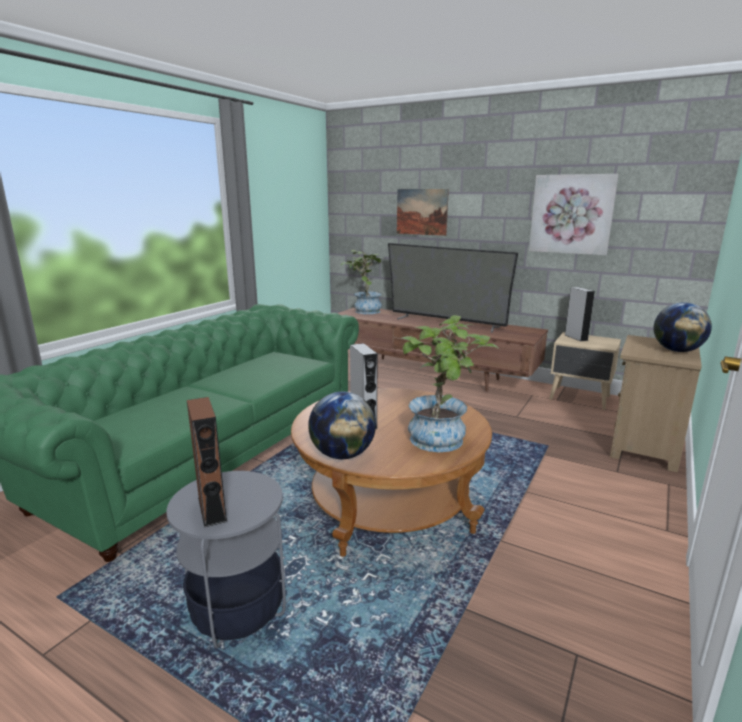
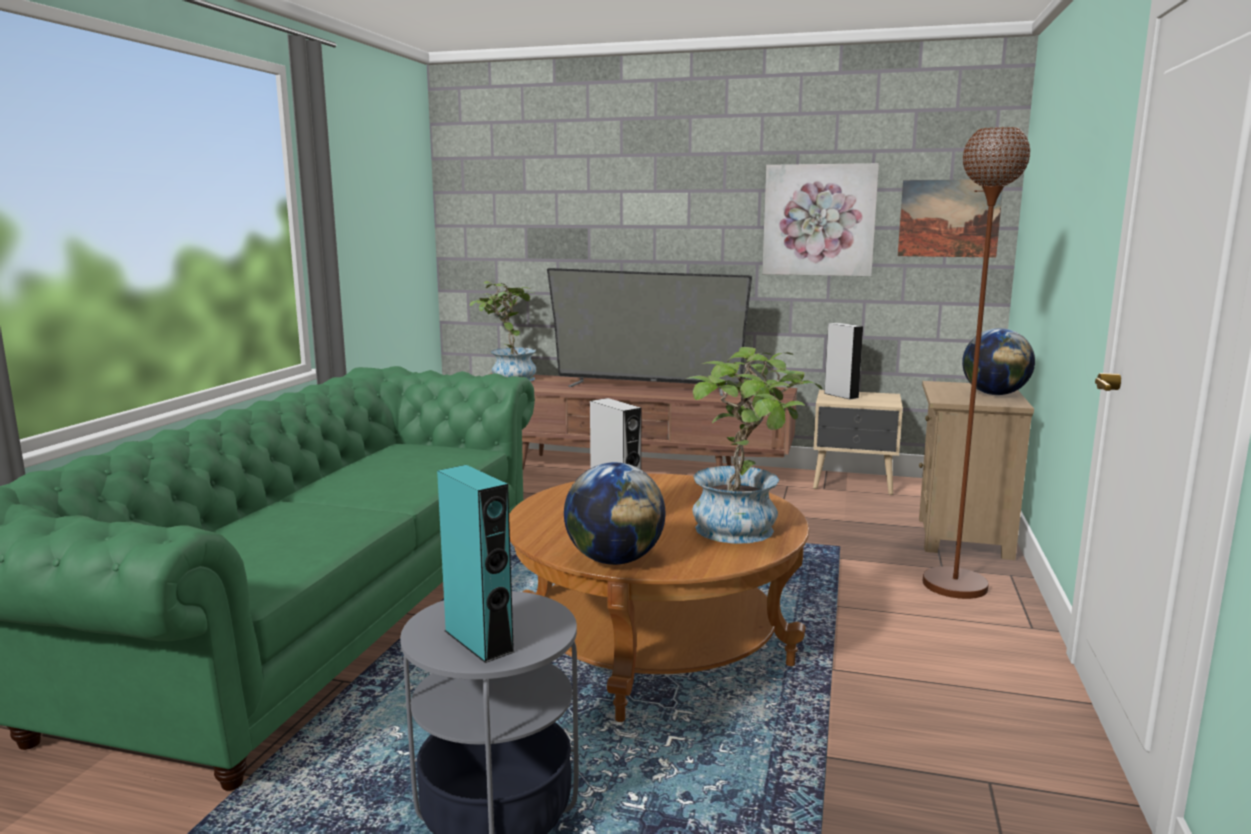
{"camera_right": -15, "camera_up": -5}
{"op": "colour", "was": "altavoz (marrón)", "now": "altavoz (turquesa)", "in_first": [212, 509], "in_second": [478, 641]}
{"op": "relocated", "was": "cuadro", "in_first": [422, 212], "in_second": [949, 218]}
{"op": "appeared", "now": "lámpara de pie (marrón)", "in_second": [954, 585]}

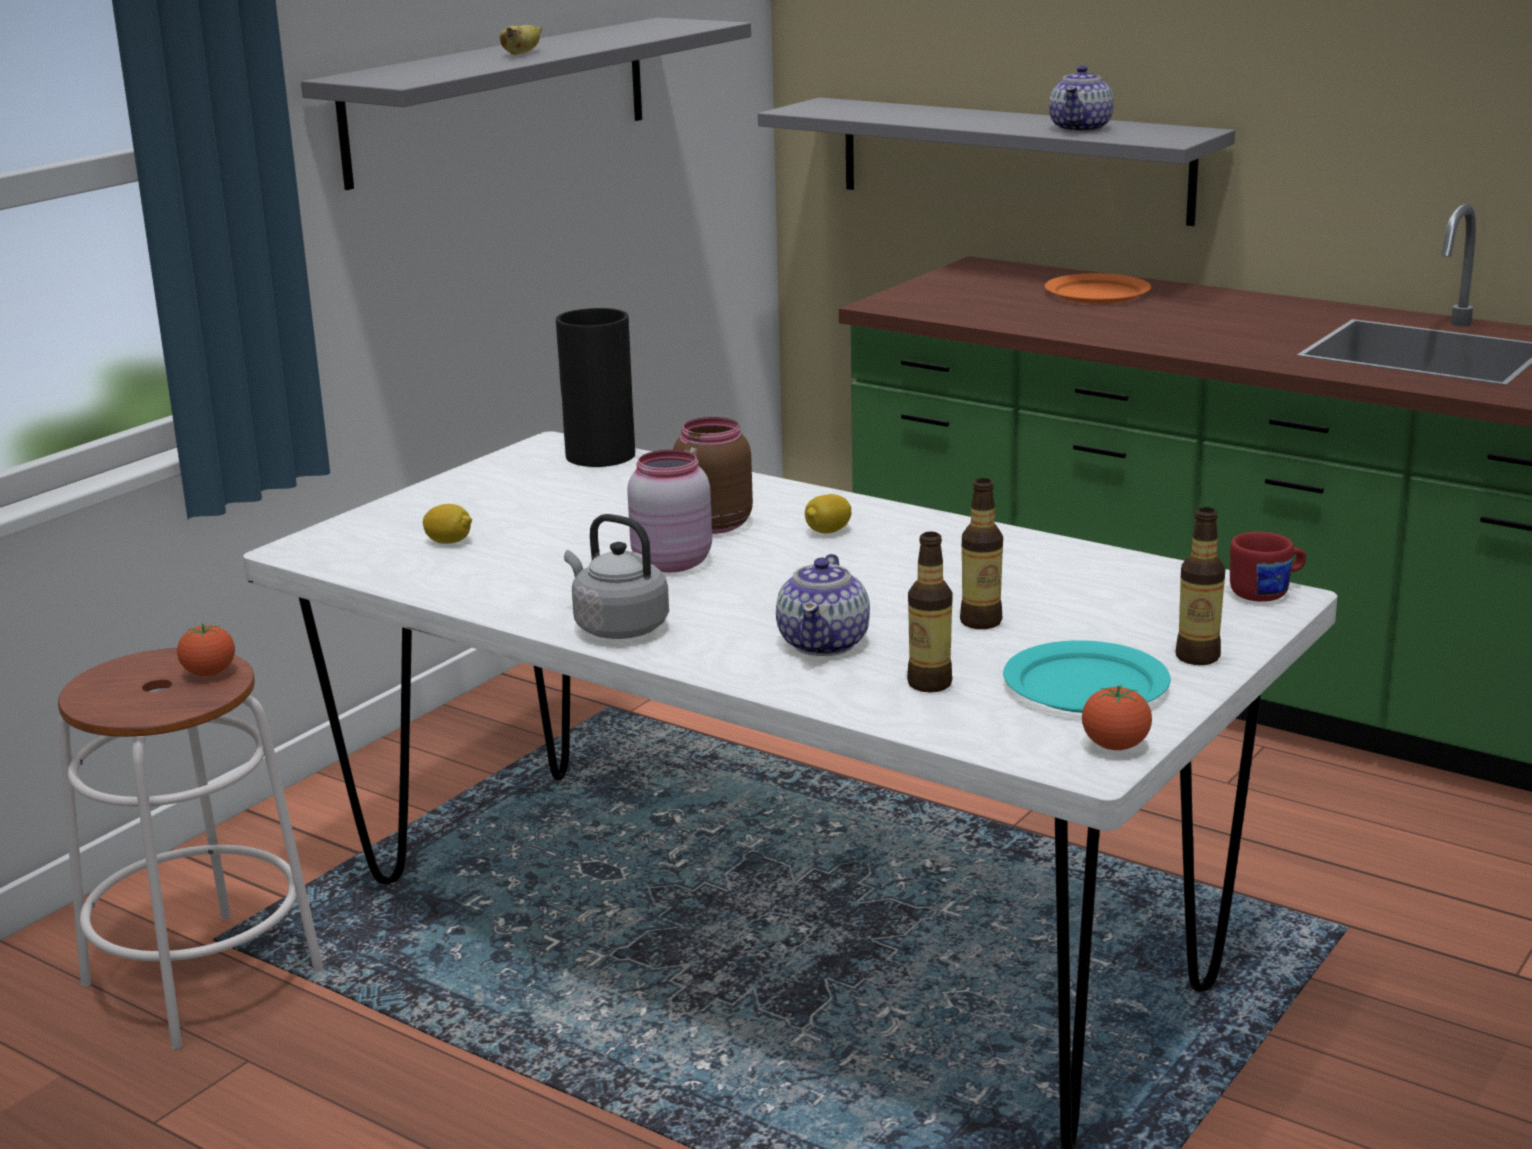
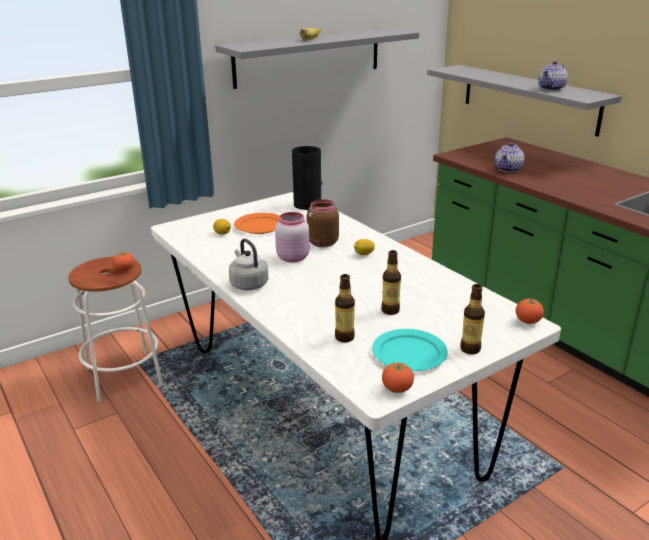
{"camera_right": 20, "camera_up": 5}
{"op": "relocated", "was": "plato (naranja)", "in_first": [1097, 293], "in_second": [260, 226]}
{"op": "relocated", "was": "tetera", "in_first": [824, 643], "in_second": [508, 169]}
{"op": "exchanged", "was": "taza grande (rojo)", "now": "tomate", "in_first": [1267, 593], "in_second": [528, 321]}

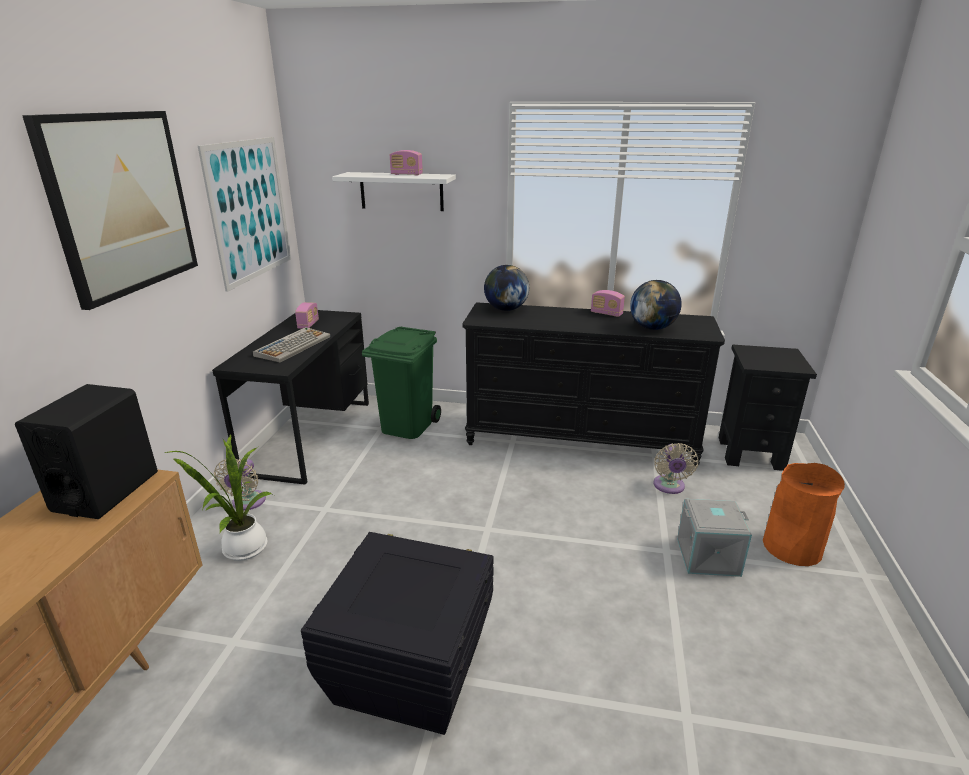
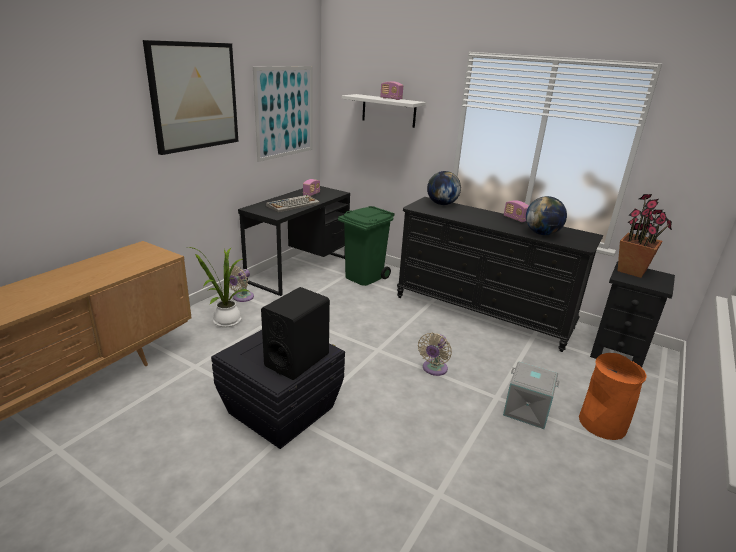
{"camera_right": 20, "camera_up": 0}
{"op": "relocated", "was": "altavoz (negro)", "in_first": [106, 491], "in_second": [297, 360]}
{"op": "relocated", "was": "ventilador (beis)", "in_first": [669, 487], "in_second": [433, 369]}
{"op": "appeared", "now": "planta en maceta", "in_second": [632, 271]}

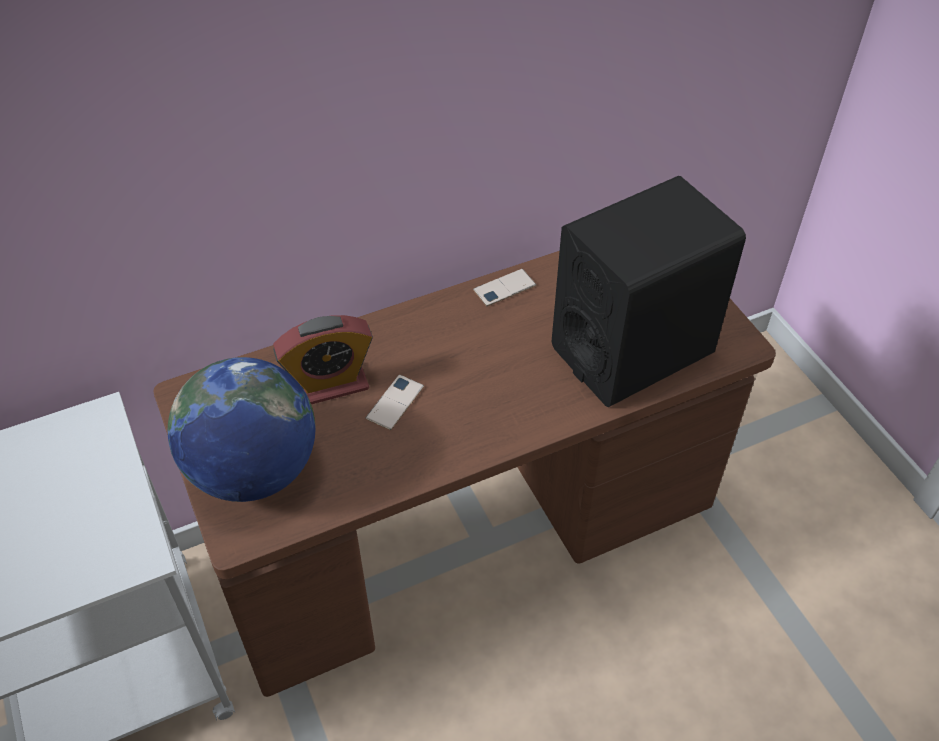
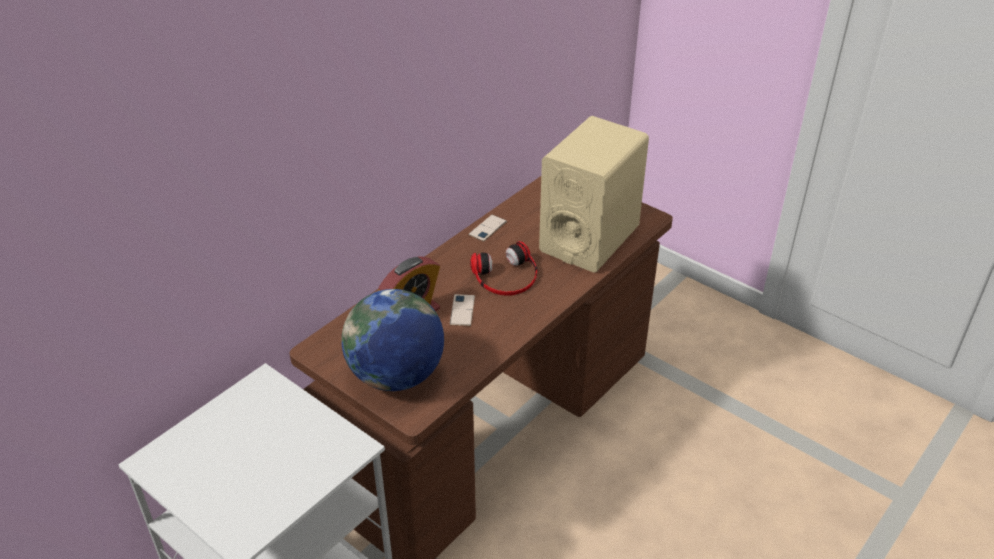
{"camera_right": -25, "camera_up": -10}
{"op": "appeared", "now": "auriculares", "in_second": [506, 277]}
{"op": "colour", "was": "altavoz (negro)", "now": "altavoz (beis)", "in_first": [632, 350], "in_second": [589, 239]}

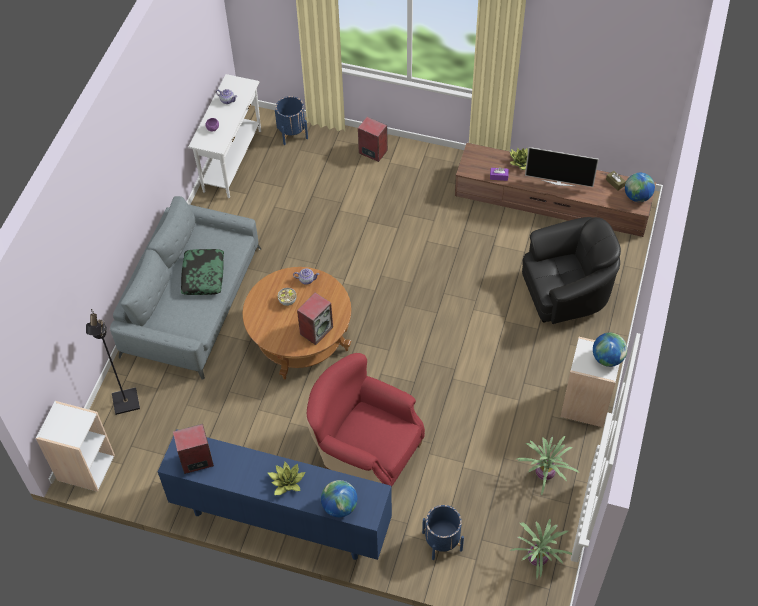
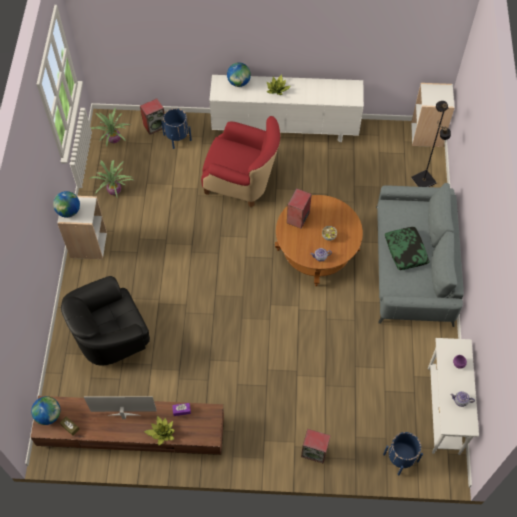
{"camera_right": 165, "camera_up": 5}
{"op": "relocated", "was": "altavoz", "in_first": [196, 460], "in_second": [155, 125]}
{"op": "colour", "was": "armario (azul)", "now": "armario (blanco)", "in_first": [280, 520], "in_second": [285, 129]}

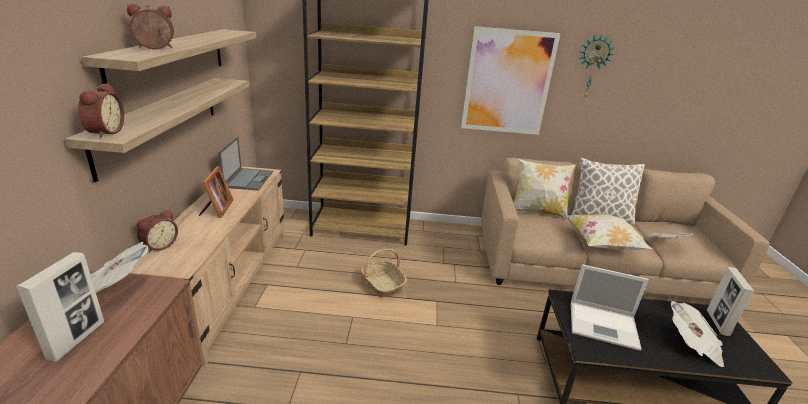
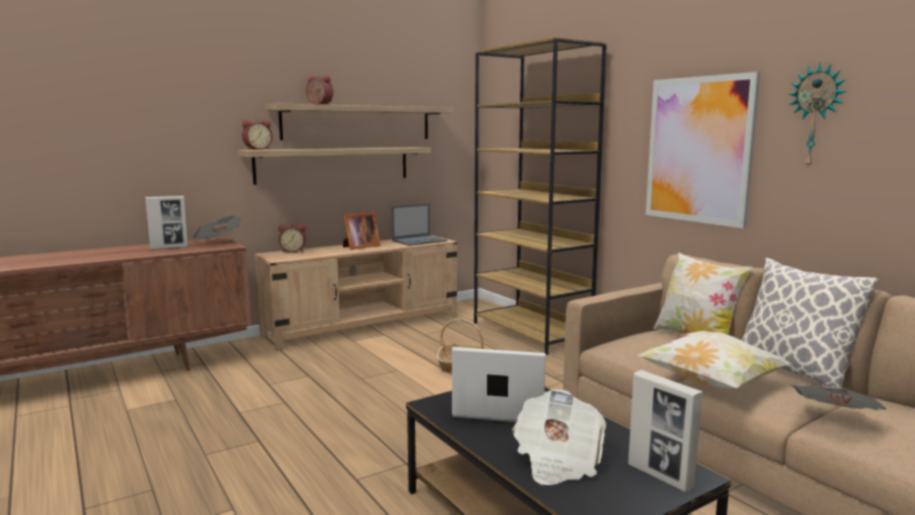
{"camera_right": 55, "camera_up": -15}
{"op": "spun", "was": "portátil", "in_first": [604, 325], "in_second": [499, 407], "clockwise": 120}
{"op": "spun", "was": "portarretratos", "in_first": [717, 323], "in_second": [660, 476], "clockwise": -105}

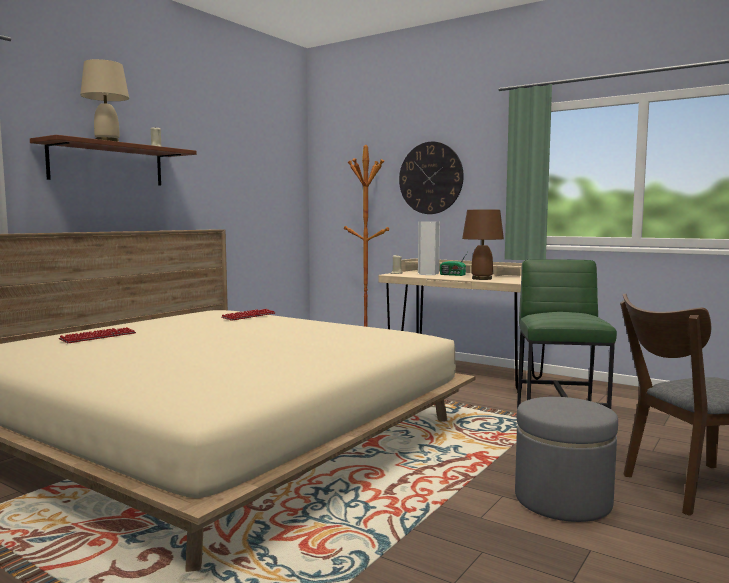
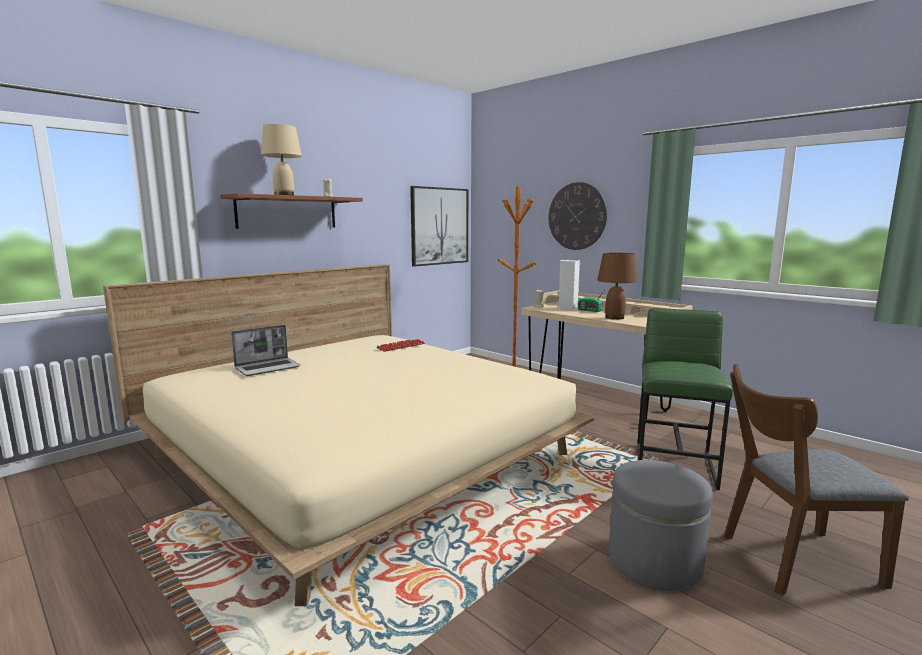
{"camera_right": 10, "camera_up": 5}
{"op": "exchanged", "was": "teclado", "now": "portátil", "in_first": [98, 337], "in_second": [268, 368]}
{"op": "appeared", "now": "cuadro", "in_second": [439, 226]}

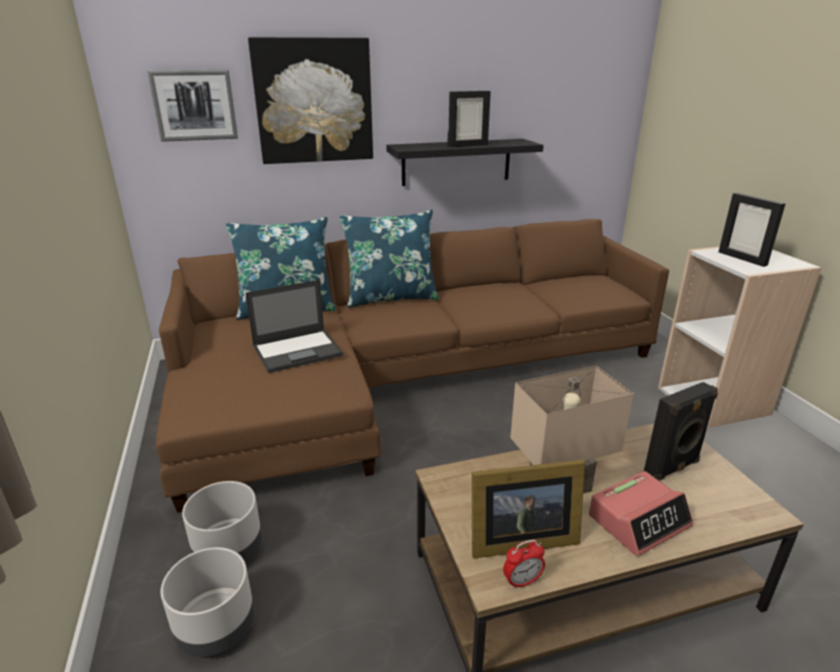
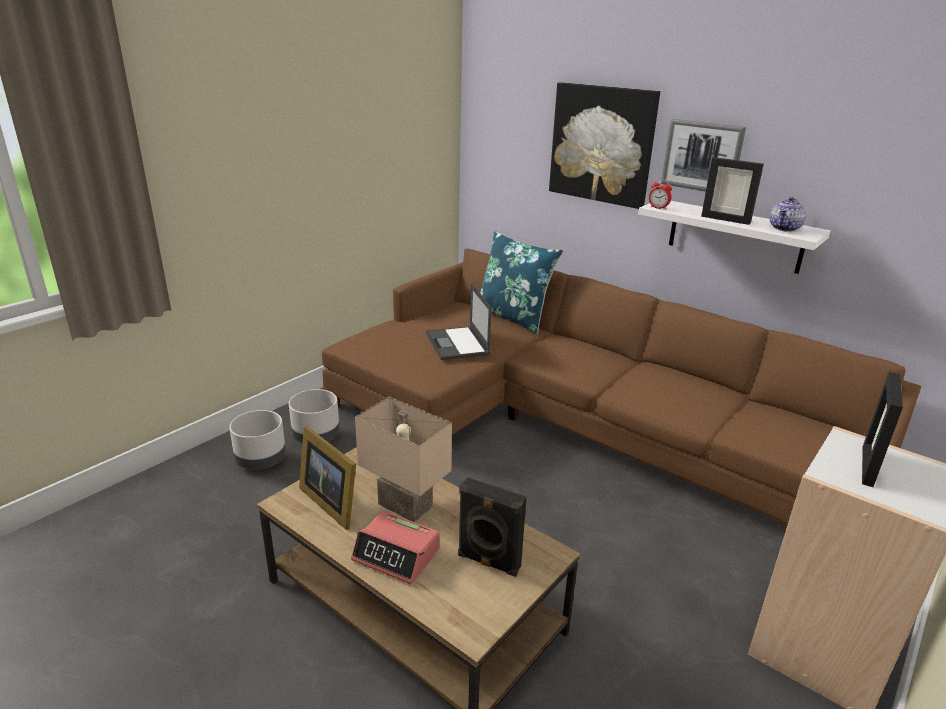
{"camera_right": 55, "camera_up": 0}
{"op": "spun", "was": "portátil", "in_first": [298, 350], "in_second": [457, 344], "clockwise": 45}
{"op": "colour", "was": "estante (negro)", "now": "estante (blanco)", "in_first": [456, 162], "in_second": [735, 236]}
{"op": "relocated", "was": "despertador", "in_first": [522, 581], "in_second": [658, 208]}
{"op": "relocated", "was": "cuadro", "in_first": [194, 105], "in_second": [702, 156]}
{"op": "appeared", "now": "tetera", "in_second": [785, 228]}
{"op": "missing", "was": "cojín (azul)", "in_first": [391, 297]}

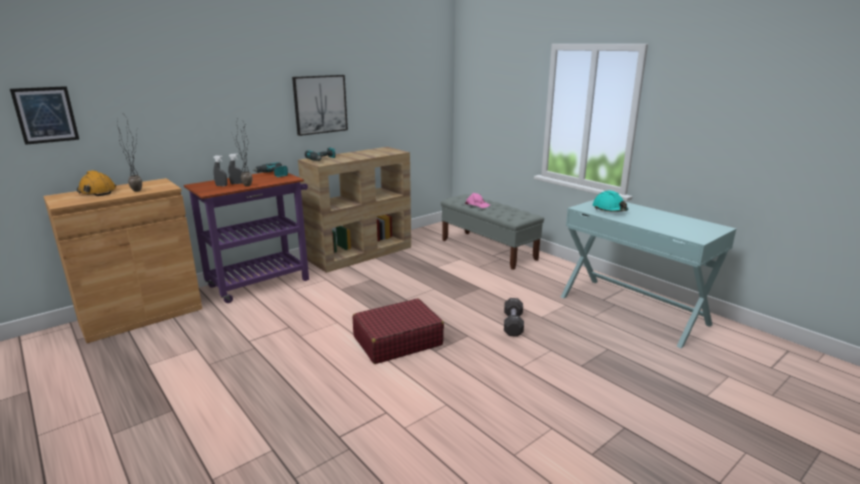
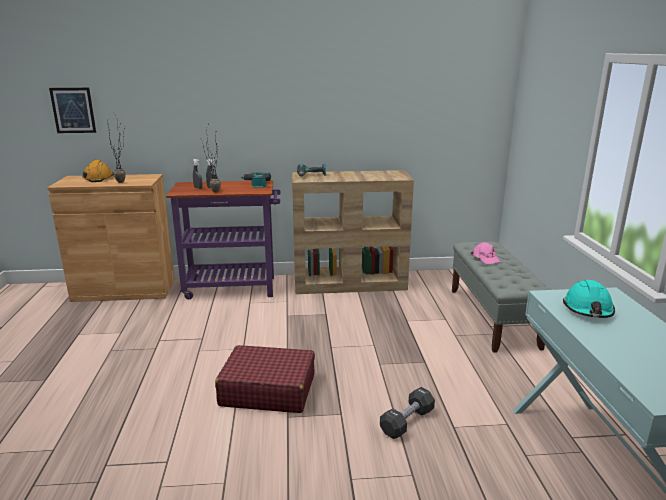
{"camera_right": 35, "camera_up": 0}
{"op": "missing", "was": "cuadro", "in_first": [320, 104]}

